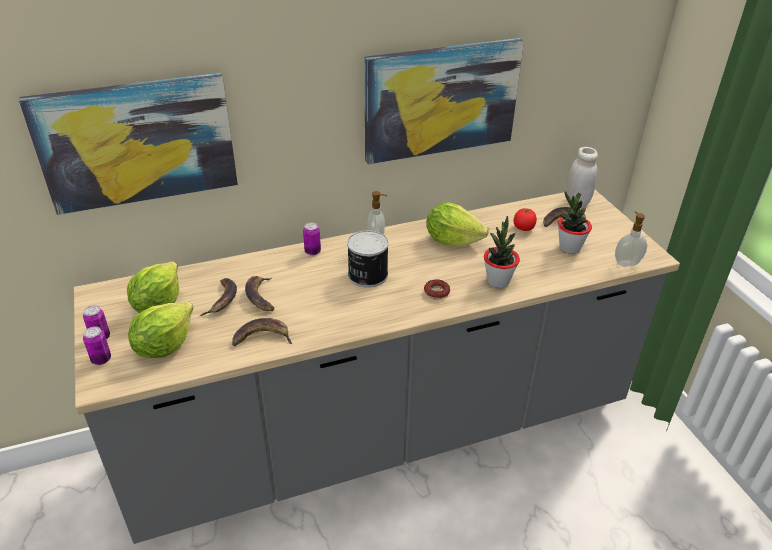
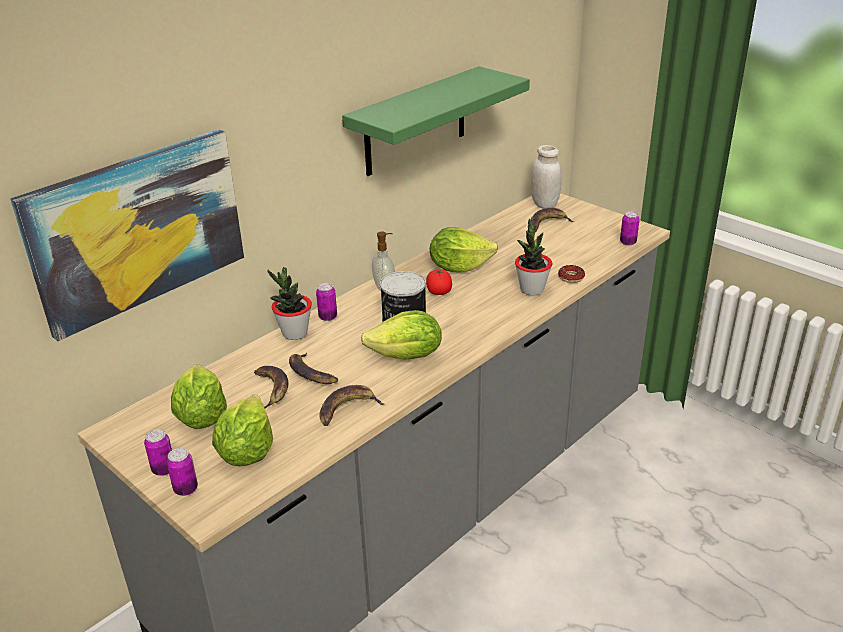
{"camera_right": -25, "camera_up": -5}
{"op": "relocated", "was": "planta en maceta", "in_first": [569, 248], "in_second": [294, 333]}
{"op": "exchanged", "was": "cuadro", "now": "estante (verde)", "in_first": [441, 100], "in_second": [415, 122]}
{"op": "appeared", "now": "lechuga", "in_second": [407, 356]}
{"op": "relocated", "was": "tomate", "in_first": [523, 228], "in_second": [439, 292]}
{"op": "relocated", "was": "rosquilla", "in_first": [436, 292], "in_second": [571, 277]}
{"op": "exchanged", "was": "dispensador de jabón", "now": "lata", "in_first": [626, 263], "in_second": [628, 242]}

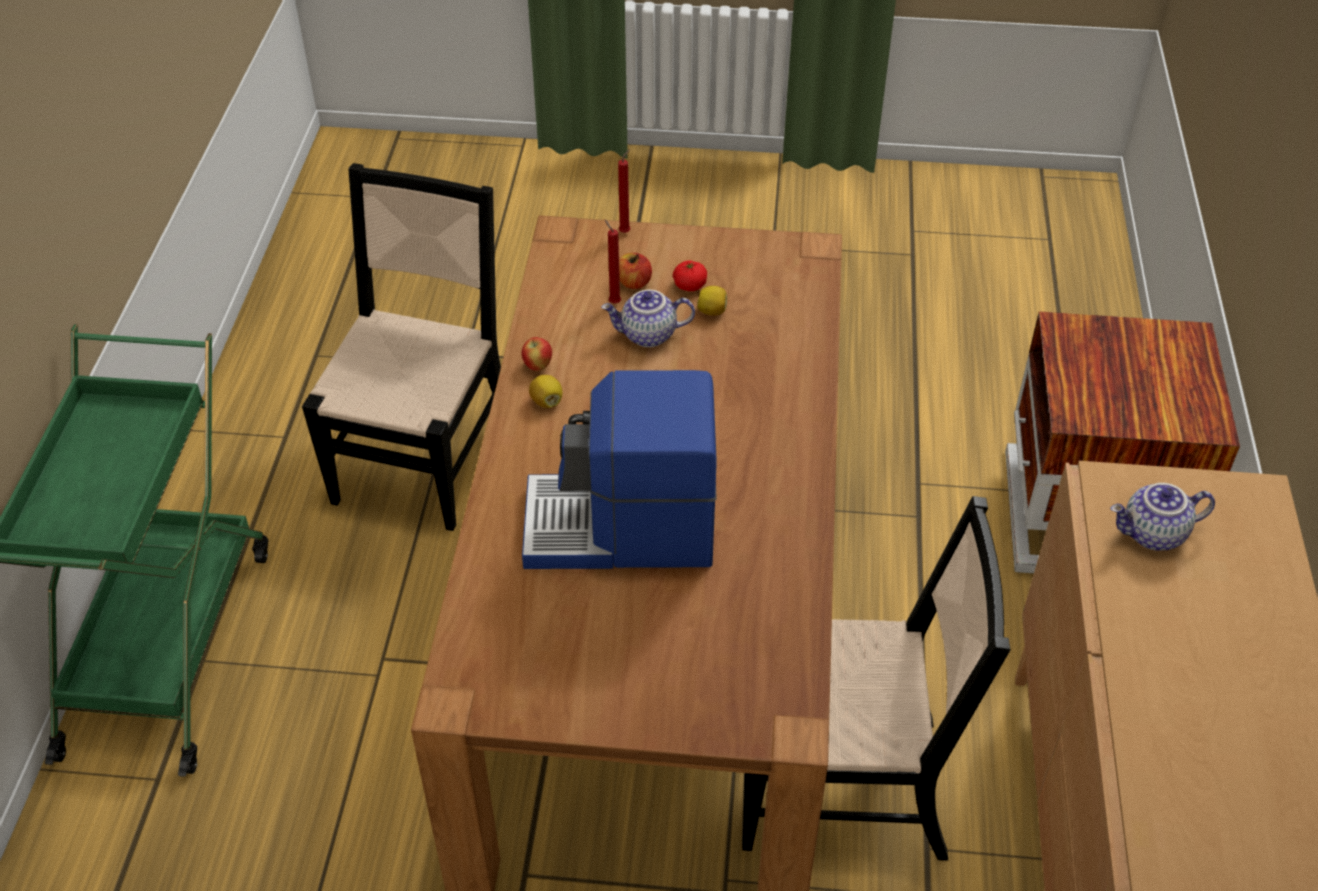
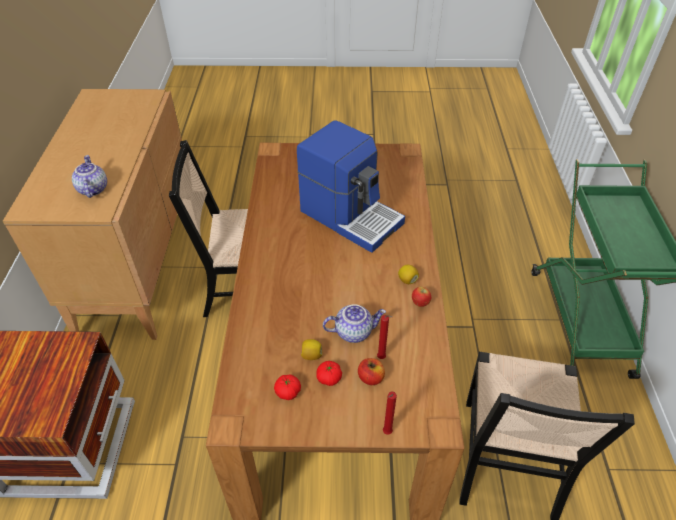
{"camera_right": 175, "camera_up": 0}
{"op": "spun", "was": "tetera", "in_first": [1153, 535], "in_second": [92, 189], "clockwise": -90}
{"op": "appeared", "now": "tomate", "in_second": [288, 392]}
{"op": "spun", "was": "cafetera", "in_first": [621, 529], "in_second": [351, 216], "clockwise": 45}

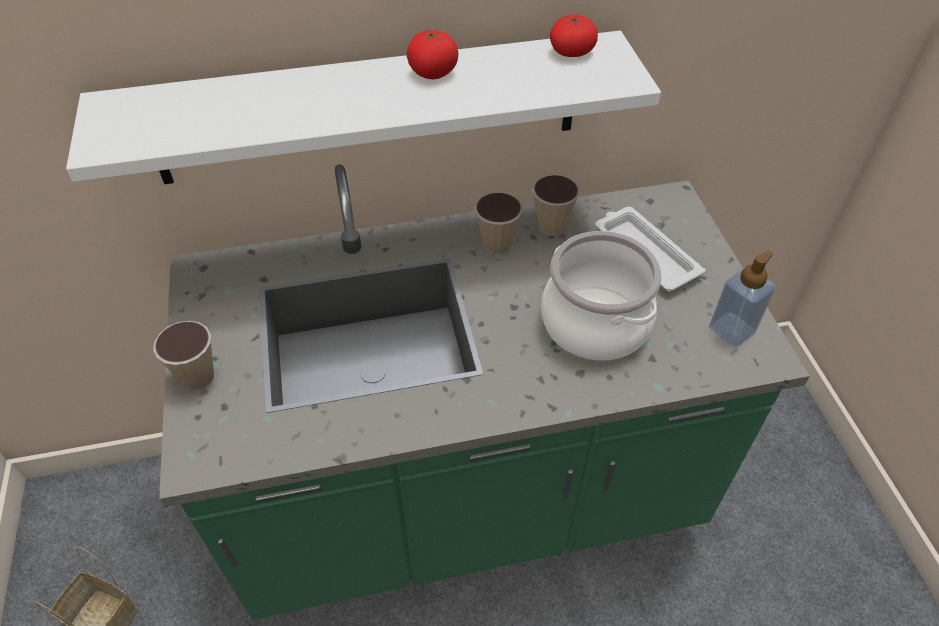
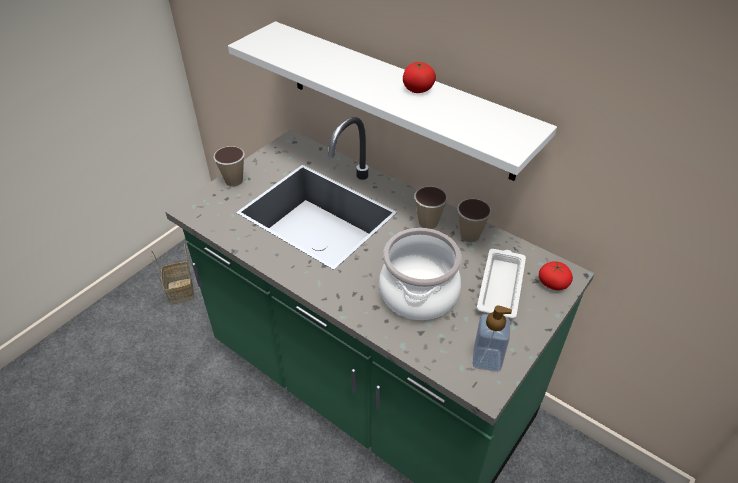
{"camera_right": 50, "camera_up": -5}
{"op": "relocated", "was": "tomate", "in_first": [571, 52], "in_second": [553, 283]}

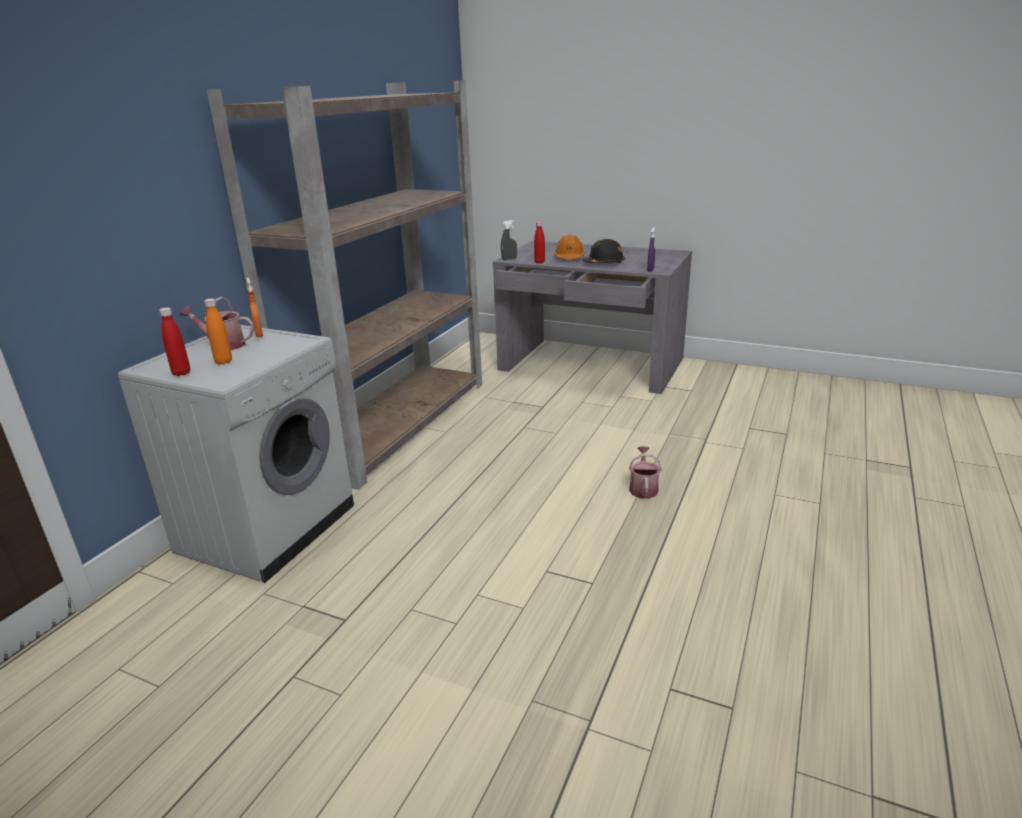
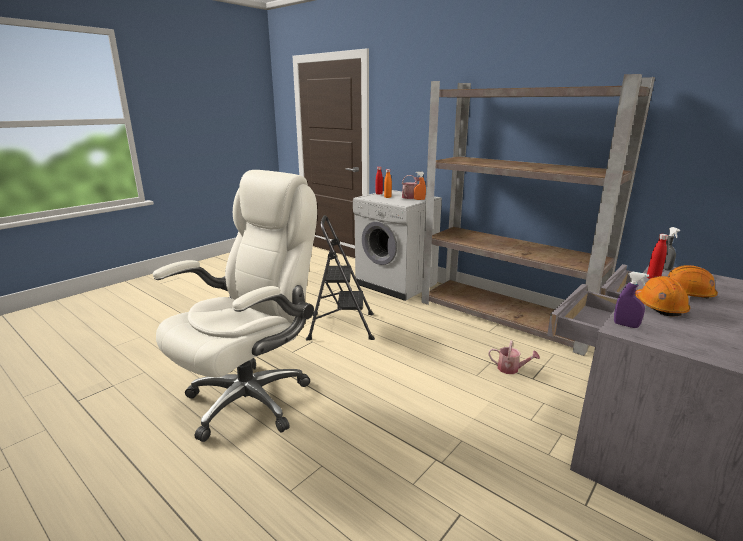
{"camera_right": 105, "camera_up": -5}
{"op": "appeared", "now": "silla de oficina (blanco)", "in_second": [251, 399]}
{"op": "appeared", "now": "escalera de tijera (negro)", "in_second": [339, 325]}
{"op": "relocated", "was": "regadera", "in_first": [643, 488], "in_second": [511, 369]}
{"op": "colour", "was": "casco (negro)", "now": "casco (naranja)", "in_first": [604, 263], "in_second": [659, 306]}

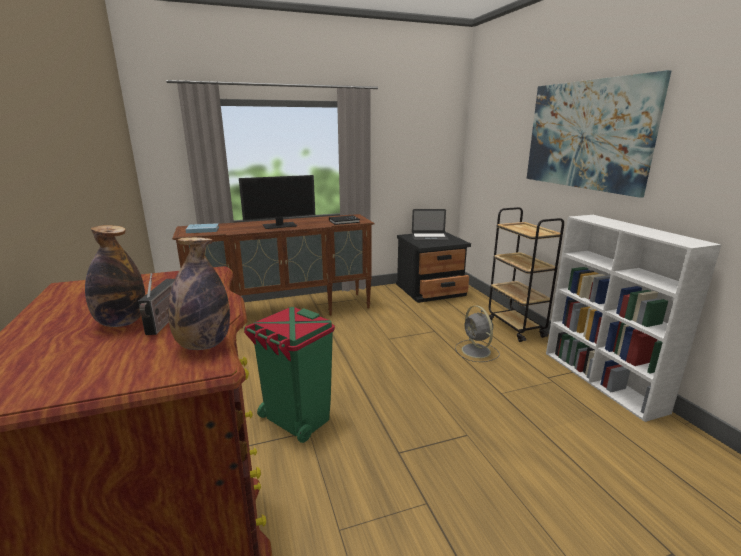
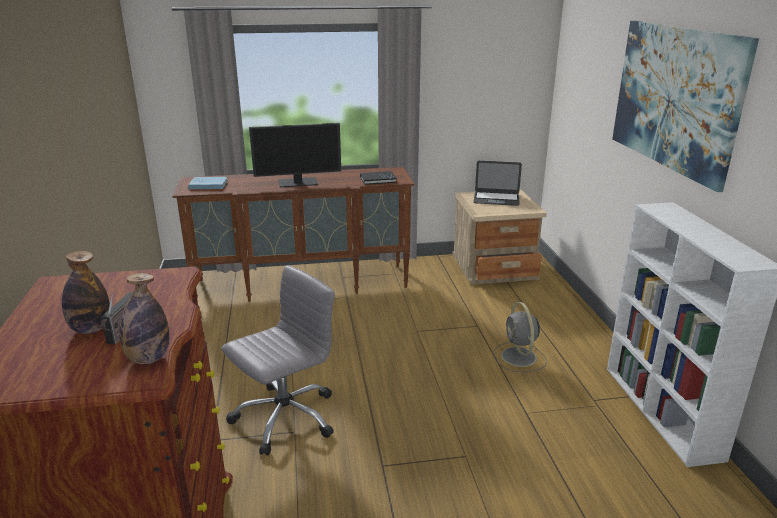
{"camera_right": 10, "camera_up": 5}
{"op": "exchanged", "was": "papelera (verde)", "now": "silla de oficina (gris)", "in_first": [297, 419], "in_second": [285, 417]}
{"op": "colour", "was": "mesita de noche (negro)", "now": "mesita de noche (beis)", "in_first": [432, 290], "in_second": [496, 268]}
{"op": "missing", "was": "carrito (marrón)", "in_first": [516, 328]}

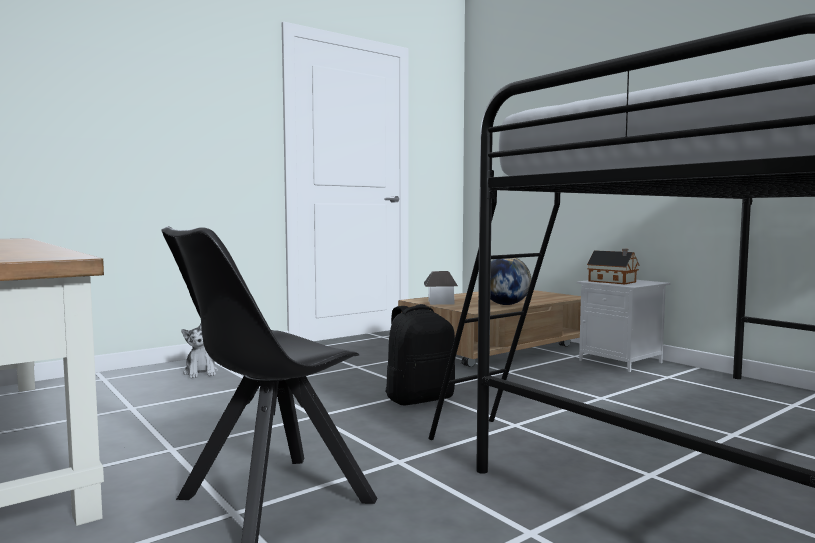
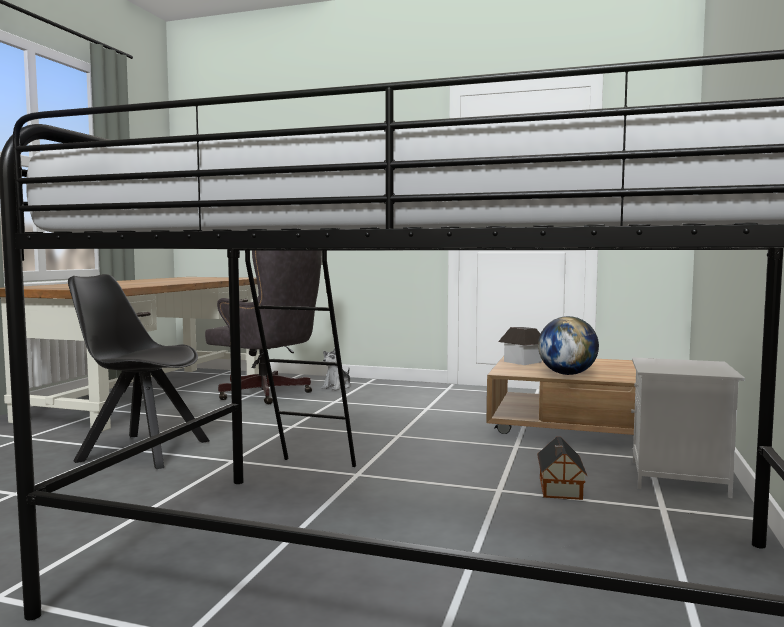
{"camera_right": 55, "camera_up": 0}
{"op": "appeared", "now": "silla de oficina (gris)", "in_second": [269, 395]}
{"op": "relocated", "was": "casita", "in_first": [613, 282], "in_second": [559, 489]}
{"op": "missing", "was": "mochila (negro)", "in_first": [419, 398]}

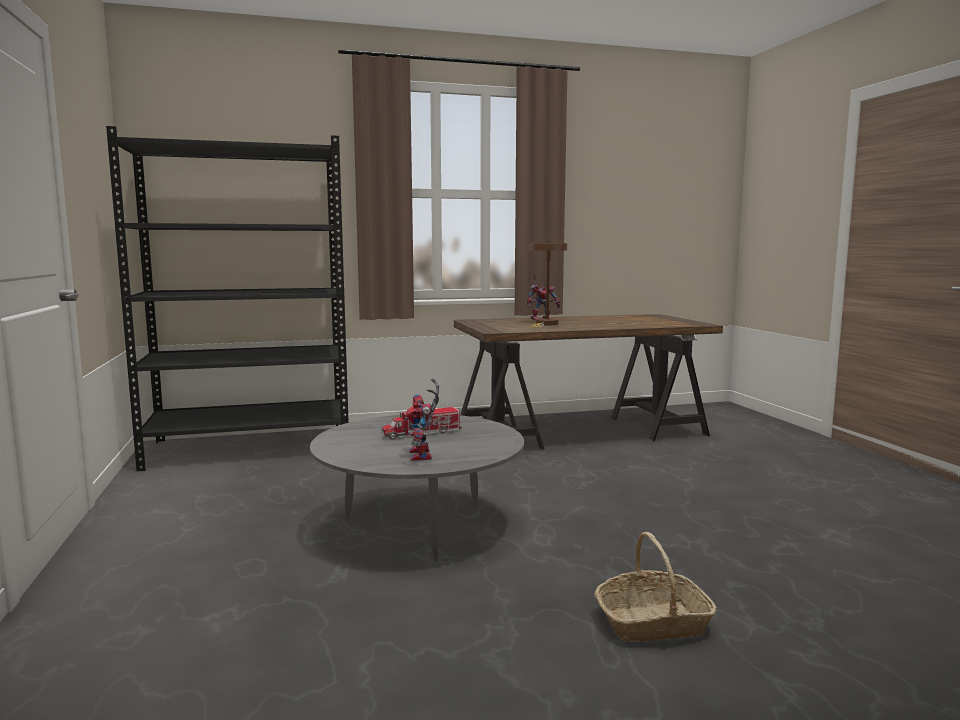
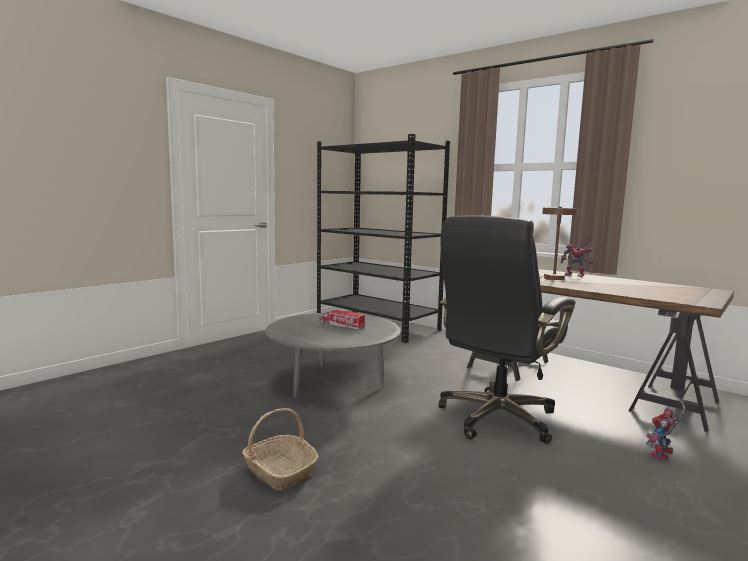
{"camera_right": 55, "camera_up": 0}
{"op": "appeared", "now": "silla de oficina (negro)", "in_second": [499, 416]}
{"op": "relocated", "was": "robot de juguete", "in_first": [423, 456], "in_second": [662, 455]}

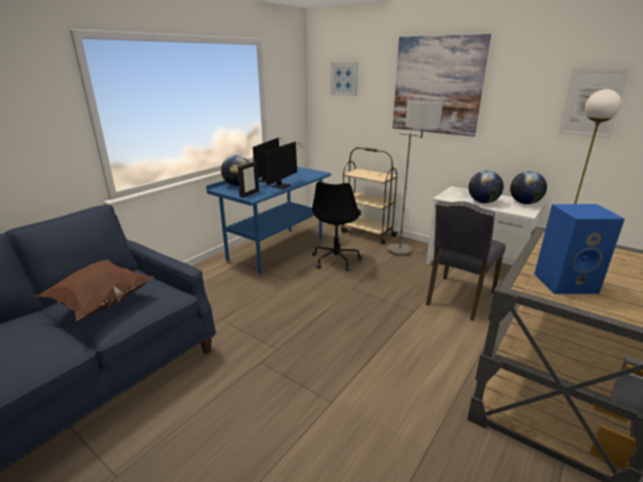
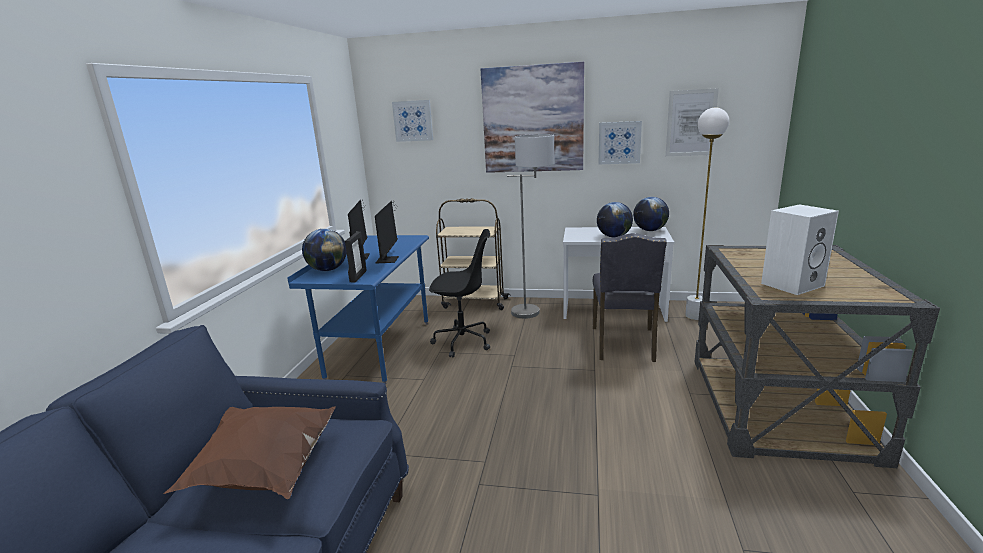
{"camera_right": -25, "camera_up": -5}
{"op": "spun", "was": "silla de oficina (negro)", "in_first": [335, 261], "in_second": [464, 342], "clockwise": -75}
{"op": "appeared", "now": "cuadro", "in_second": [619, 142]}
{"op": "colour", "was": "altavoz (azul)", "now": "altavoz (blanco)", "in_first": [566, 282], "in_second": [792, 284]}

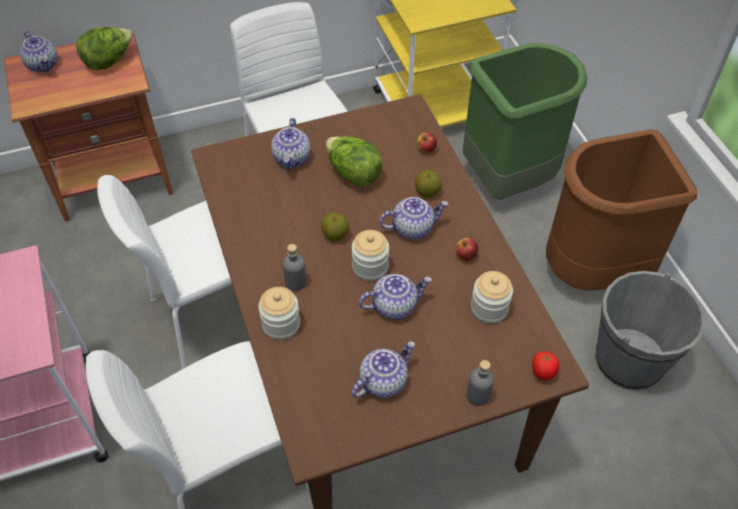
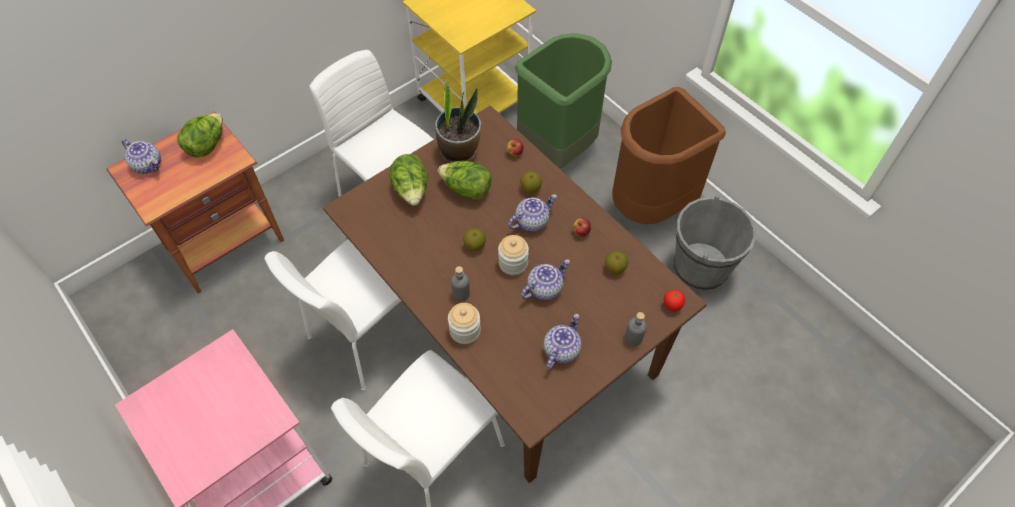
{"camera_right": -20, "camera_up": 5}
{"op": "exchanged", "was": "tetera", "now": "lechuga", "in_first": [292, 158], "in_second": [411, 191]}
{"op": "appeared", "now": "planta en maceta", "in_second": [459, 151]}
{"op": "exchanged", "was": "tarro", "now": "manzana", "in_first": [489, 308], "in_second": [615, 268]}

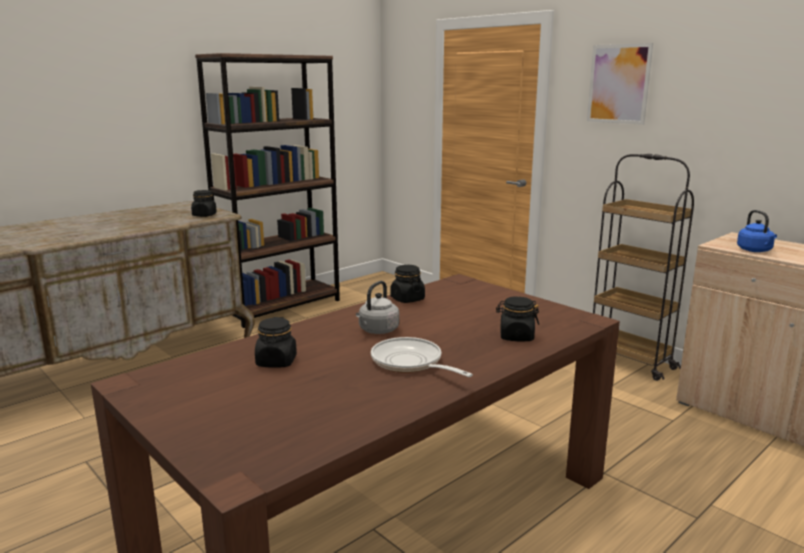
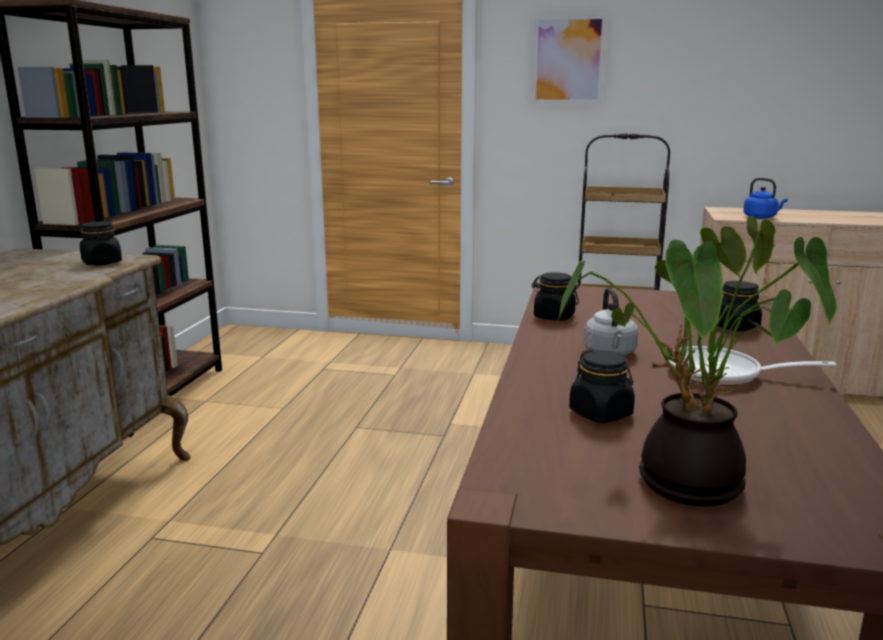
{"camera_right": -35, "camera_up": 0}
{"op": "appeared", "now": "planta en maceta", "in_second": [680, 484]}

